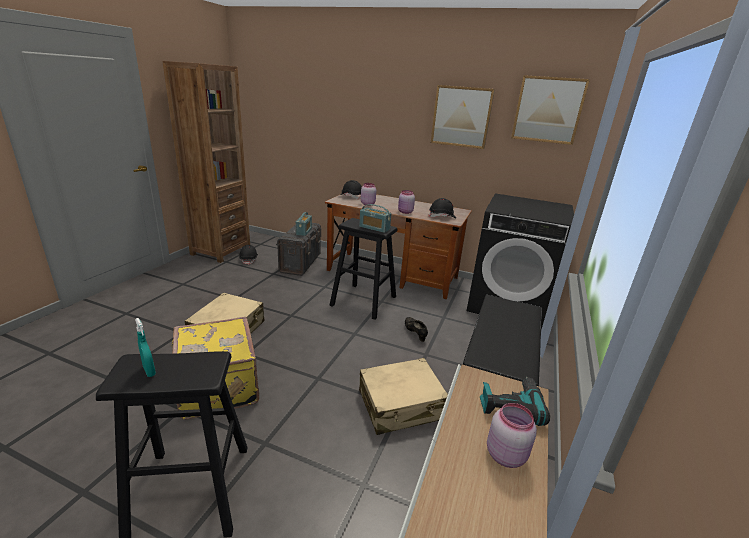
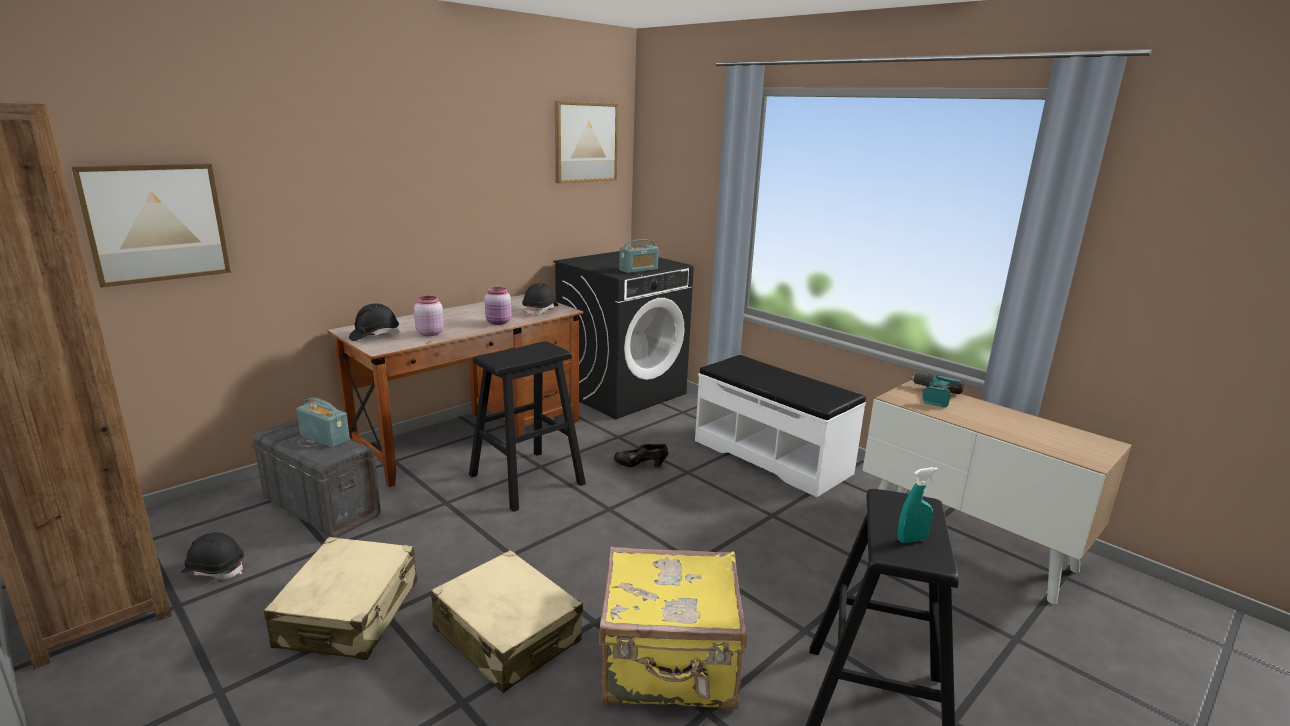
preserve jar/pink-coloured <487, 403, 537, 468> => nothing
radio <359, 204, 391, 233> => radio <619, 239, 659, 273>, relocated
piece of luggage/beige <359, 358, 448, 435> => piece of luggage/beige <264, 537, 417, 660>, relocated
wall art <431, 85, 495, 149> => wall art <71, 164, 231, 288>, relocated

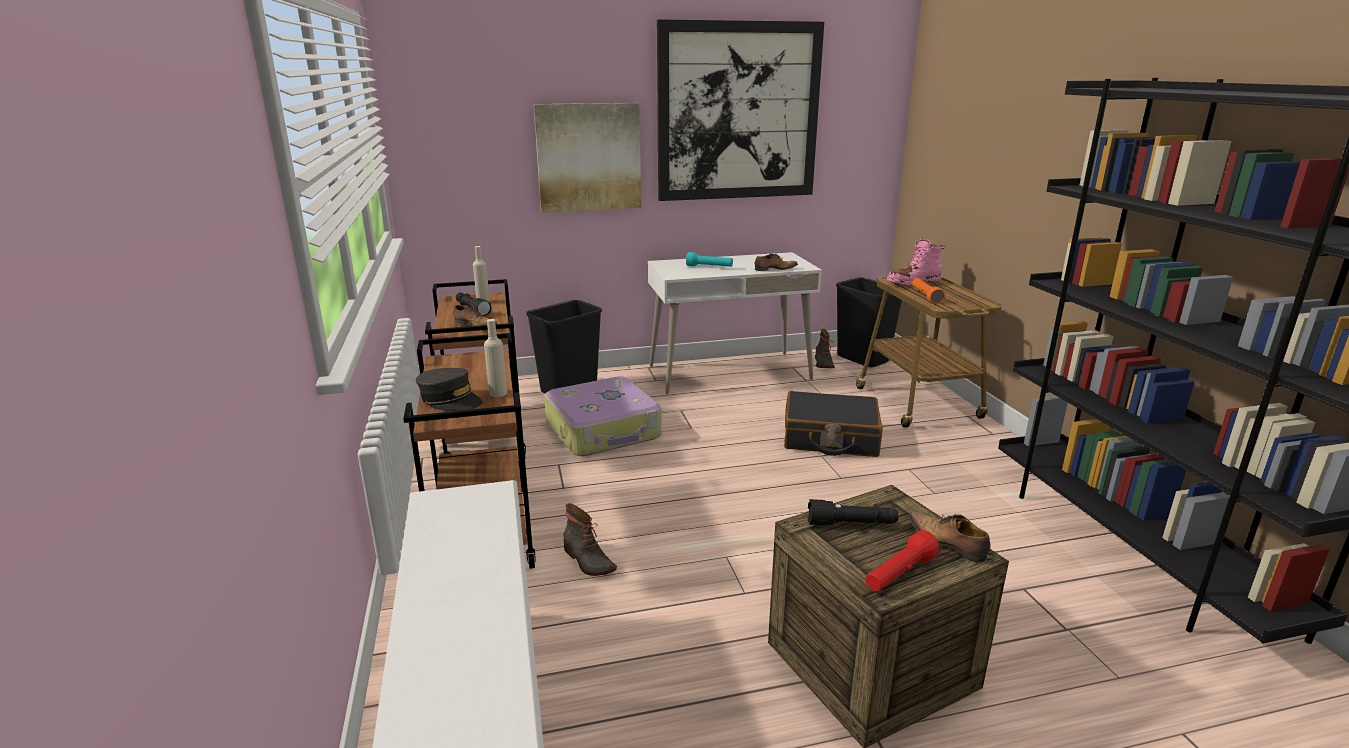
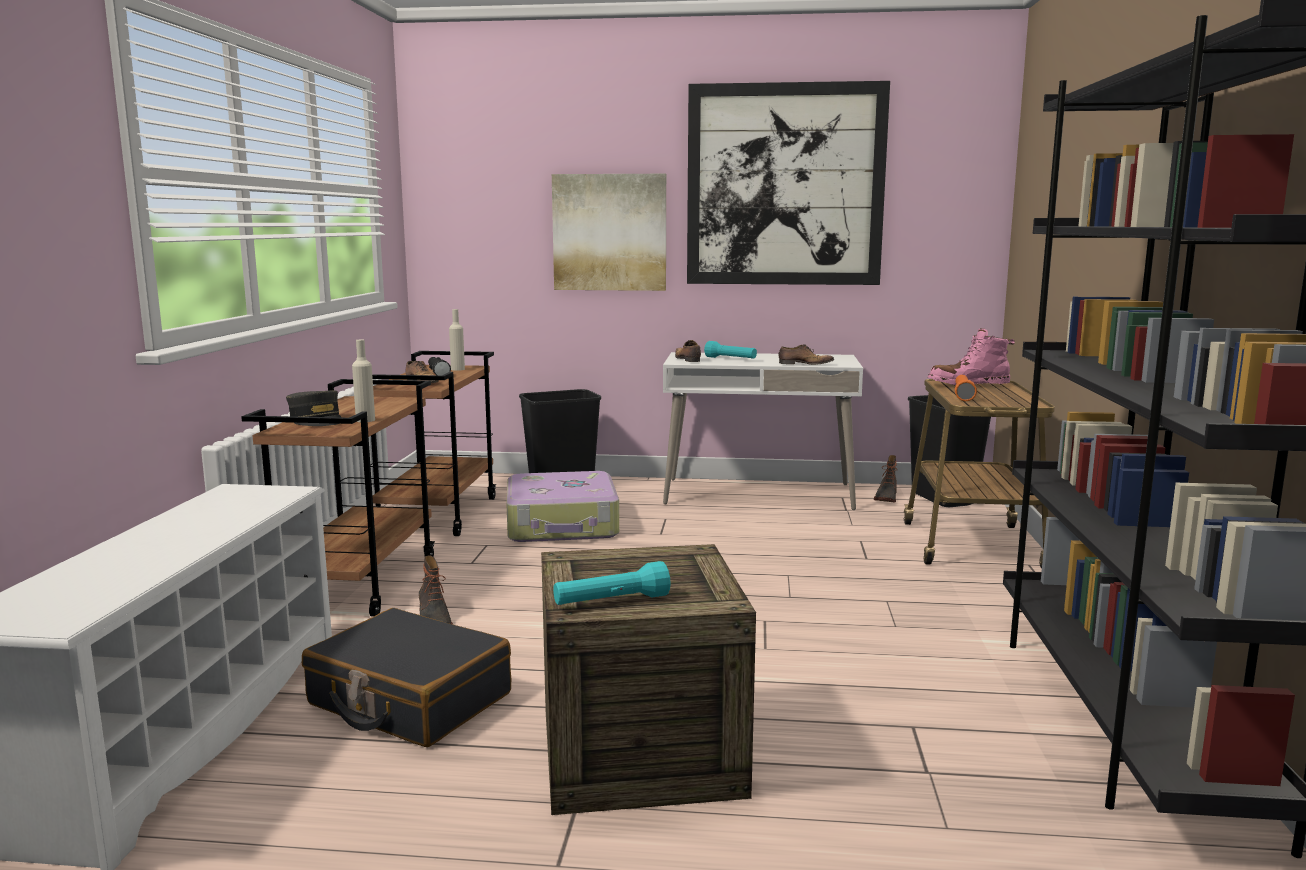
hand torch/black-coloured <808, 499, 898, 526> => nothing
piece of luggage/black-coloured <784, 391, 883, 457> => piece of luggage/black-coloured <302, 608, 511, 747>, relocated
item of footwear <908, 512, 991, 563> => item of footwear <675, 340, 701, 362>, relocated
hand torch/red <866, 530, 940, 591> => hand torch/turquoise <553, 561, 671, 605>

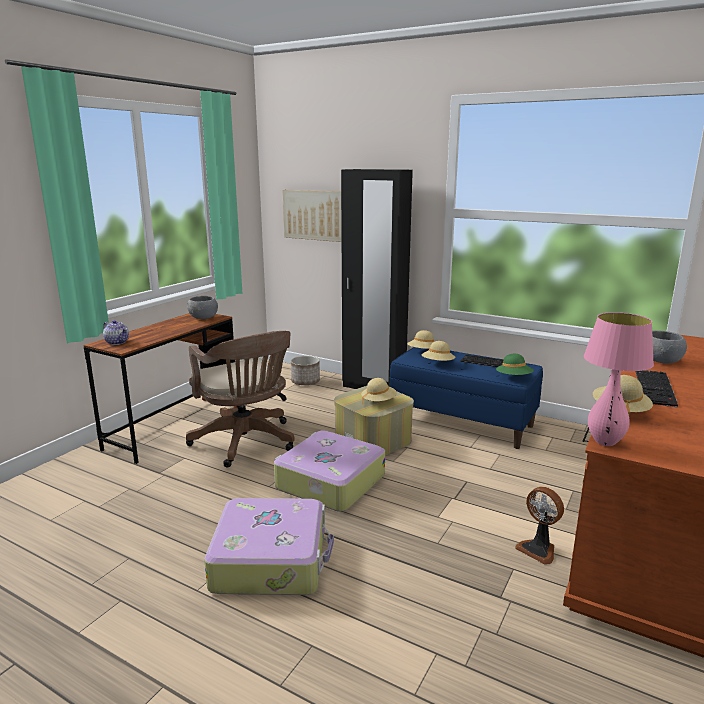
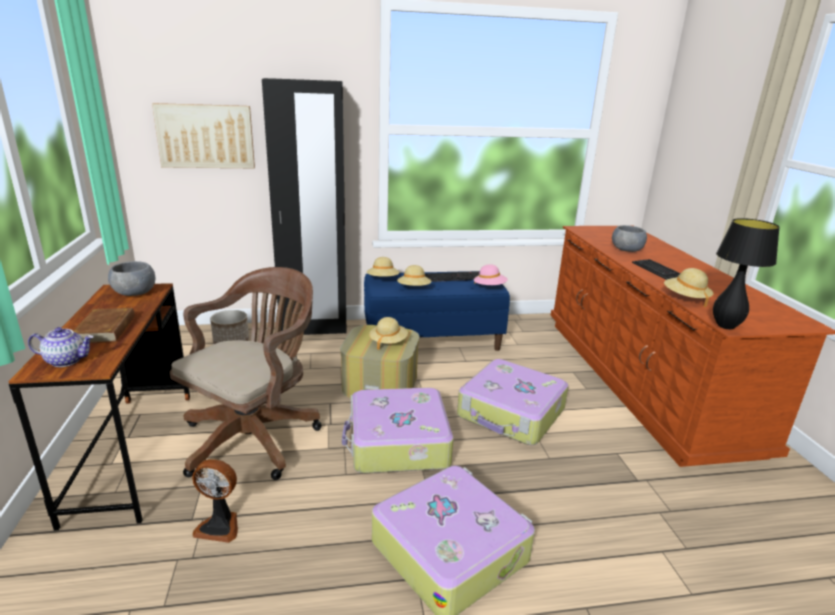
nothing => bound book/brownish <73, 308, 135, 343>
nothing => piece of luggage <457, 359, 569, 445>
cooling fan <515, 487, 564, 565> => cooling fan <192, 459, 238, 543>, relocated
clothing hat/green-coloured <496, 354, 534, 375> => clothing hat/pink-coloured <474, 264, 508, 285>
lamp for a table/pink-coloured <584, 312, 654, 446> => lamp for a table/black-coloured <713, 218, 780, 329>
computer chair/brownish <186, 331, 295, 468> => computer chair/brownish <170, 267, 322, 480>, 75 degrees counterclockwise

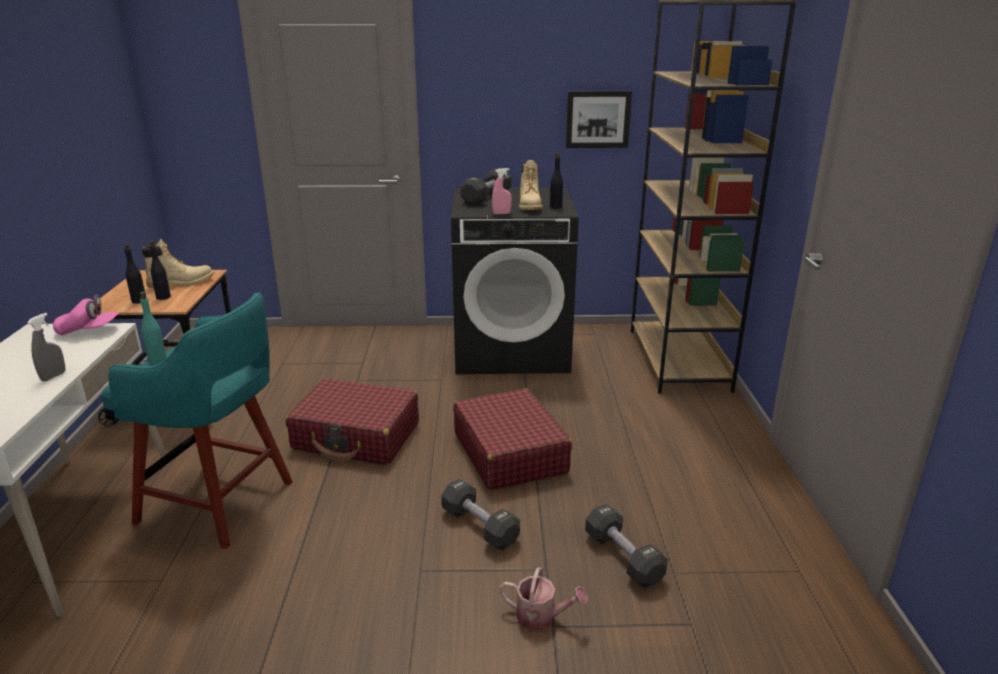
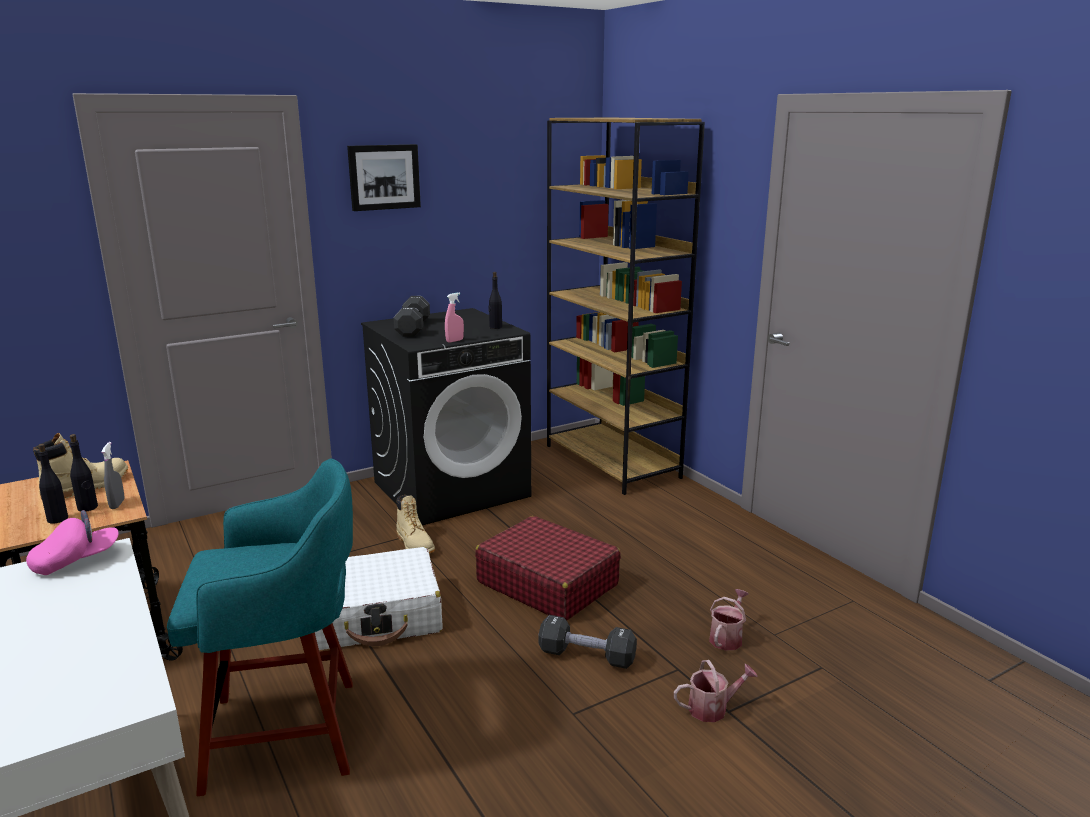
bottle/turquoise <140, 292, 167, 364> => nothing
spray bottle/greyish <27, 313, 65, 381> => spray bottle/greyish <102, 442, 125, 509>, relocated
boot/beige <519, 160, 542, 210> => boot/beige <396, 495, 435, 554>, relocated
wall art <566, 91, 632, 148> => wall art <347, 144, 421, 211>, relocated
dumbbell/black-coloured <585, 503, 668, 588> => watering can <709, 589, 749, 651>
piece of luggage/red <286, 378, 419, 465> => piece of luggage/white-coloured <315, 547, 443, 650>

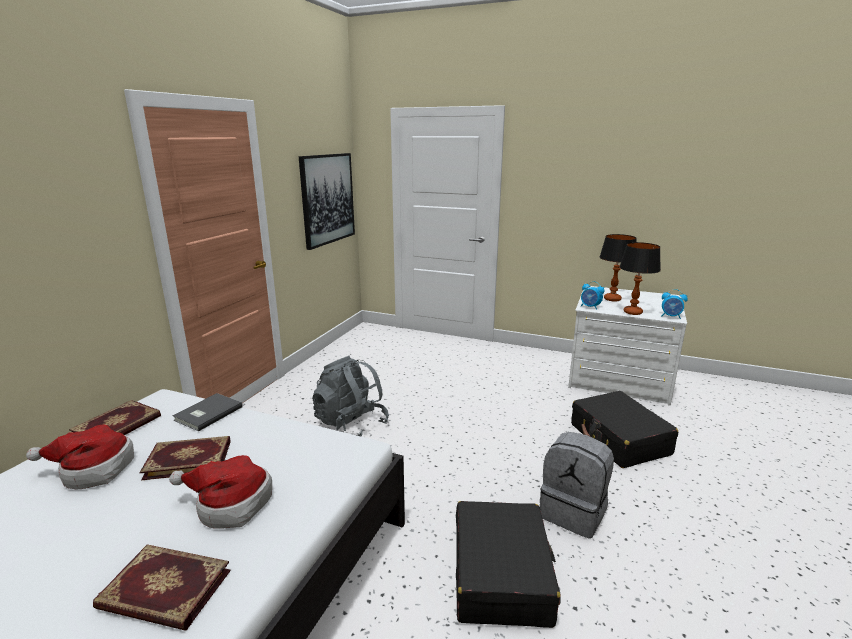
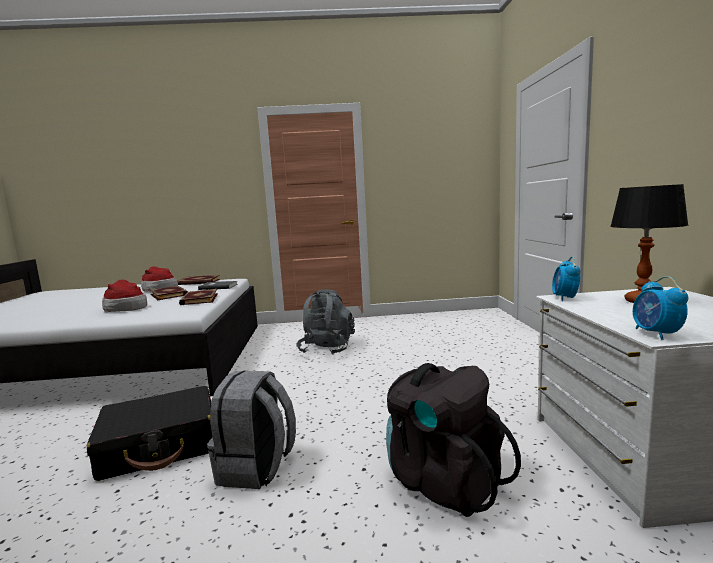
wall art <299, 153, 355, 250> => nothing
lamp for a table <619, 242, 661, 315> => nothing
bound book <93, 544, 231, 631> => bound book <179, 289, 218, 305>, relocated
piece of luggage/black-coloured <571, 391, 678, 468> => rucksack/black-coloured <386, 363, 521, 517>

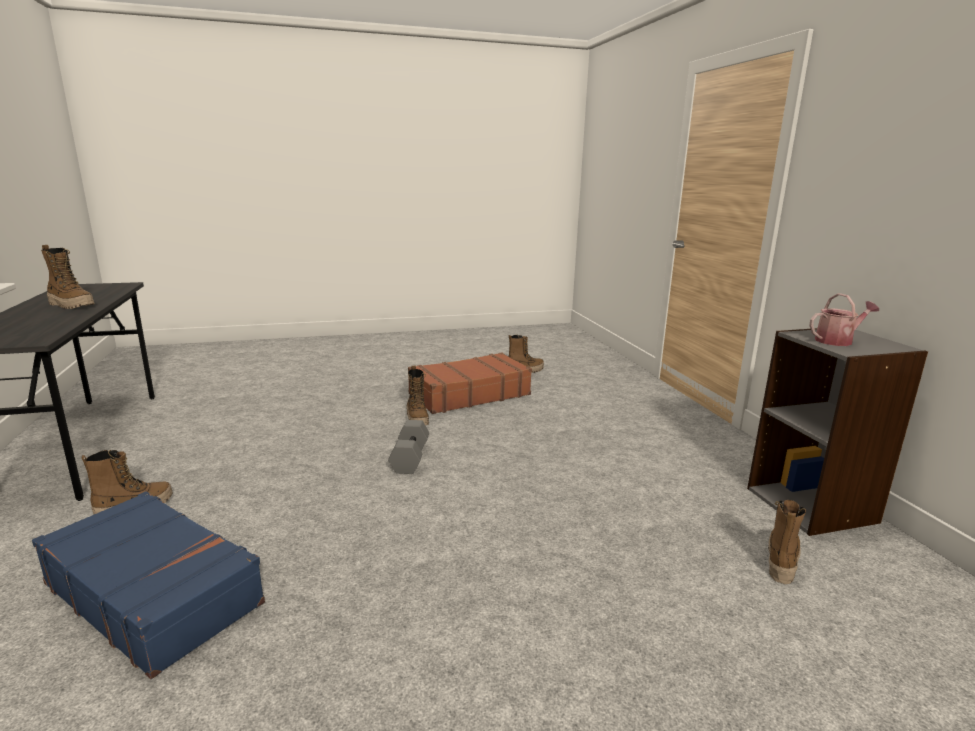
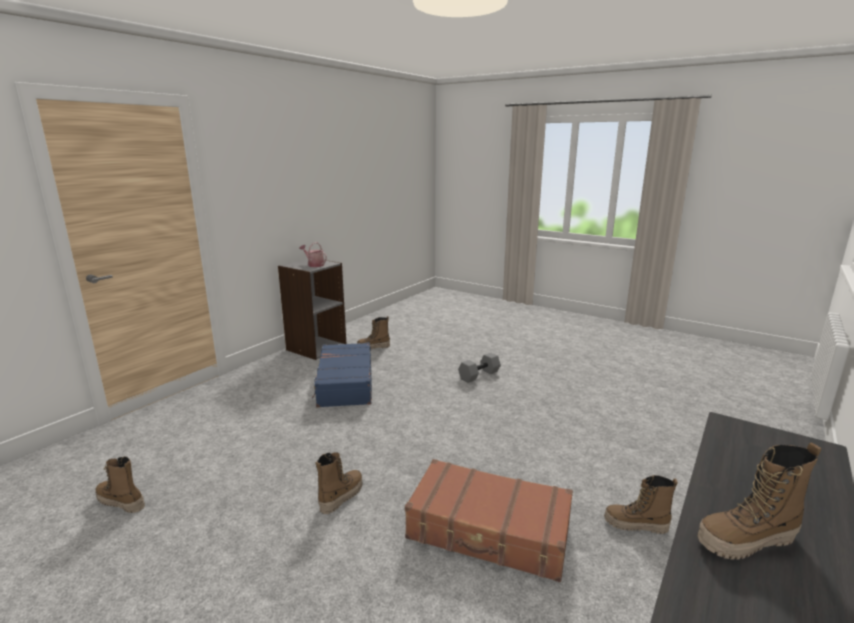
piece of luggage/blue-coloured <32, 492, 265, 679> => piece of luggage/blue-coloured <312, 342, 372, 408>, relocated
dumbbell/greyish <388, 420, 429, 474> => dumbbell/greyish <458, 353, 501, 383>, relocated
piece of luggage/brownish <408, 353, 532, 414> => piece of luggage/brownish <405, 459, 573, 582>, relocated
boot <41, 245, 94, 309> => boot <697, 442, 821, 560>, 90 degrees counterclockwise

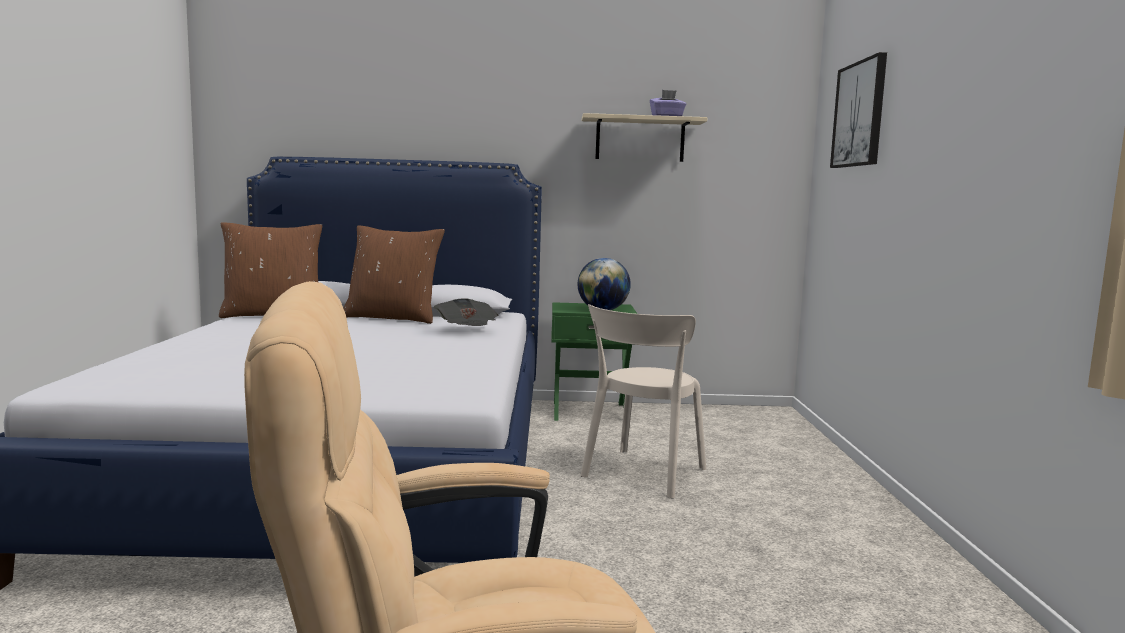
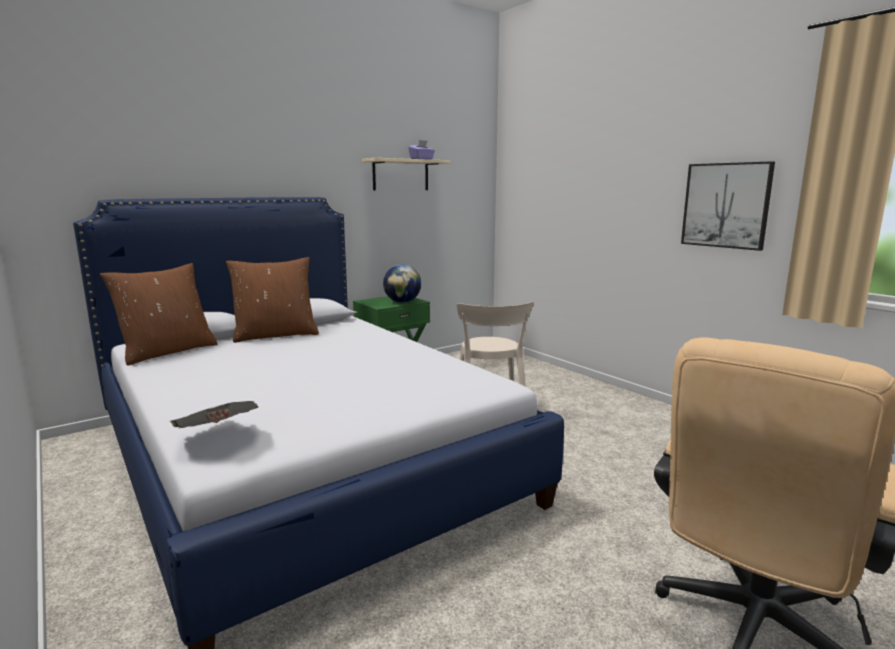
printed paper <434, 298, 498, 326> => printed paper <170, 401, 259, 428>, relocated
wall art <830, 52, 887, 168> => wall art <681, 161, 775, 251>, relocated

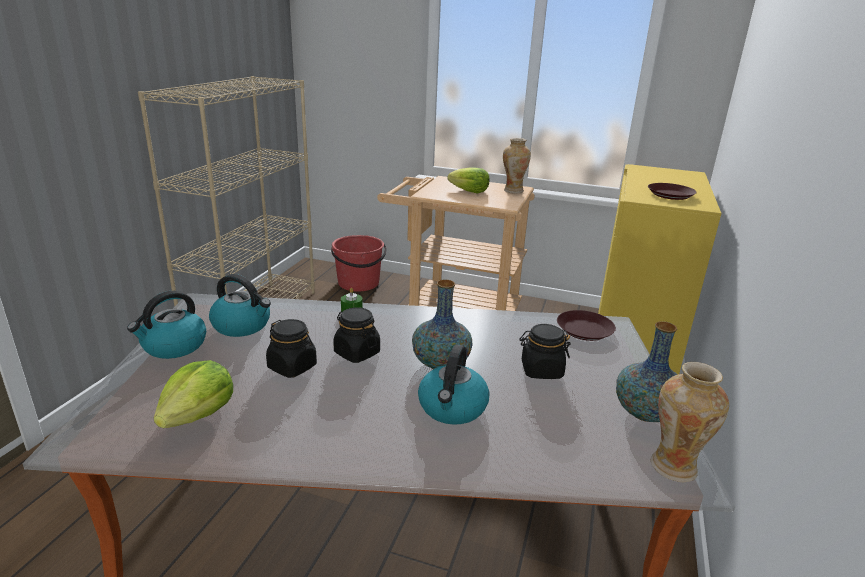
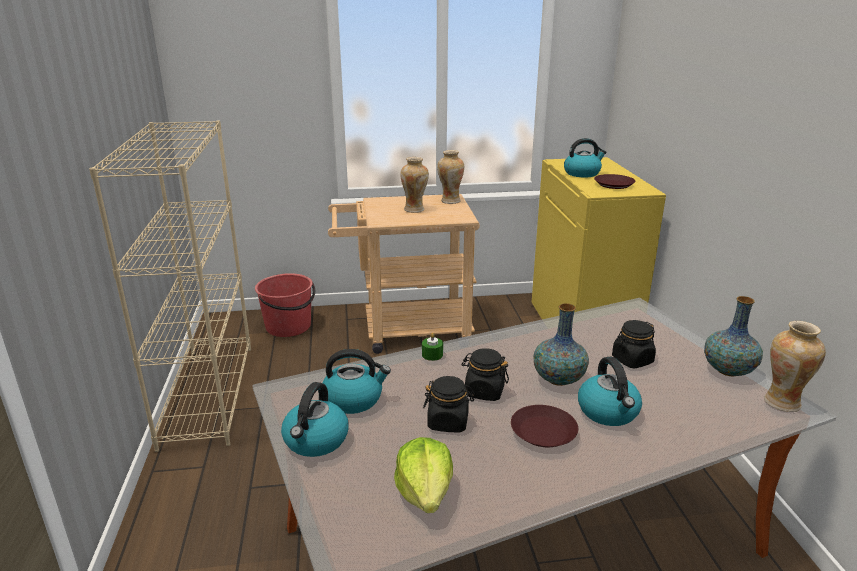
nothing => tea kettle <564, 138, 607, 178>
dinner plate/brownish <557, 310, 616, 341> => dinner plate/brownish <511, 405, 578, 447>, relocated
head of lettuce <448, 167, 490, 194> => flower vase <400, 157, 429, 213>

